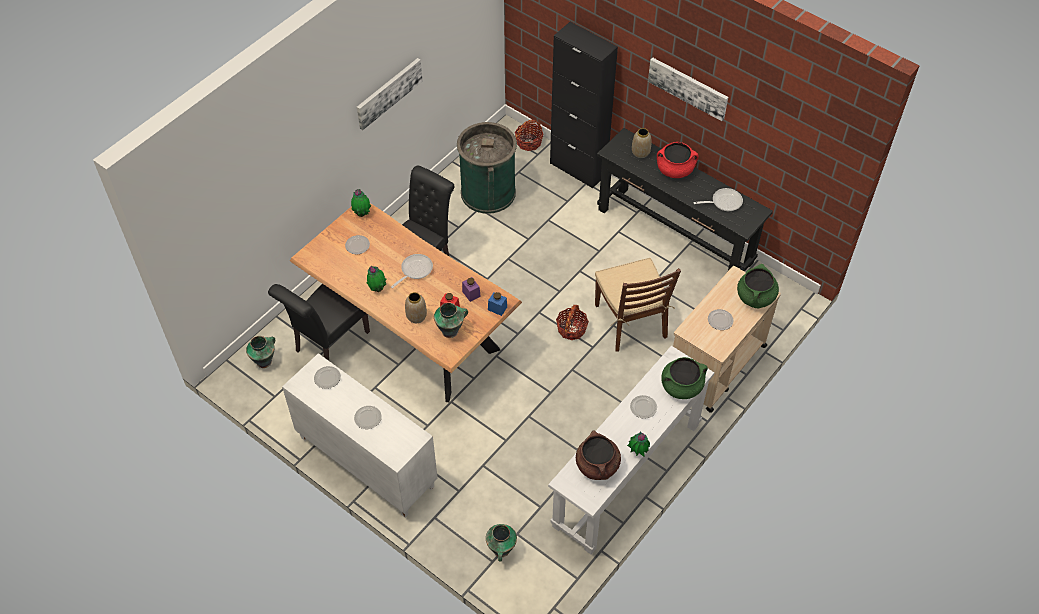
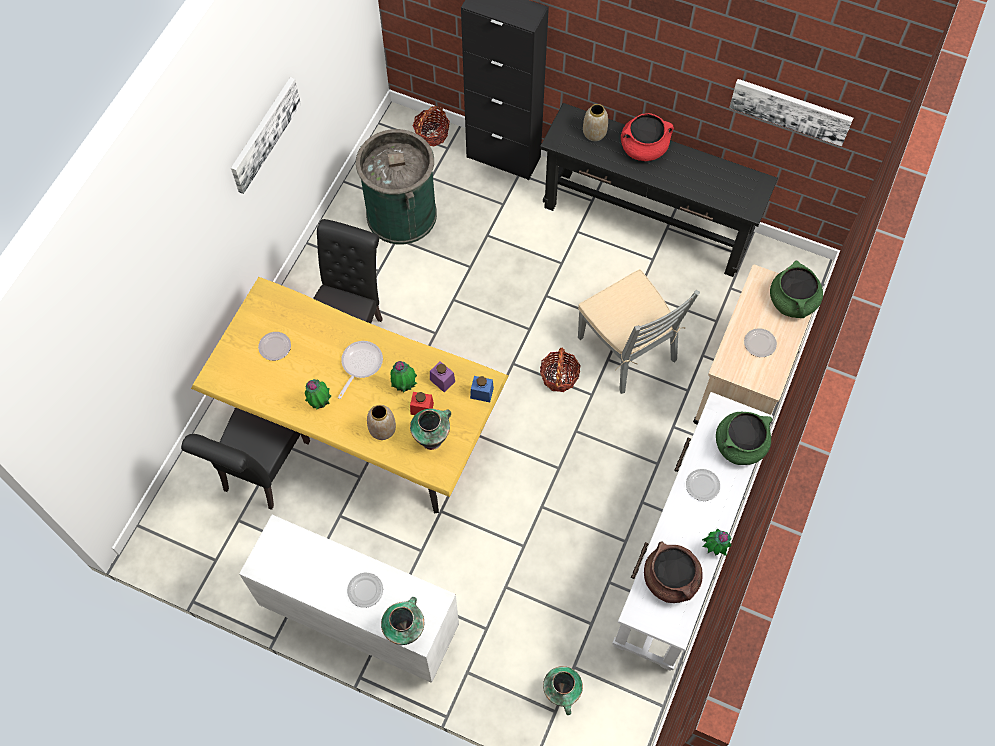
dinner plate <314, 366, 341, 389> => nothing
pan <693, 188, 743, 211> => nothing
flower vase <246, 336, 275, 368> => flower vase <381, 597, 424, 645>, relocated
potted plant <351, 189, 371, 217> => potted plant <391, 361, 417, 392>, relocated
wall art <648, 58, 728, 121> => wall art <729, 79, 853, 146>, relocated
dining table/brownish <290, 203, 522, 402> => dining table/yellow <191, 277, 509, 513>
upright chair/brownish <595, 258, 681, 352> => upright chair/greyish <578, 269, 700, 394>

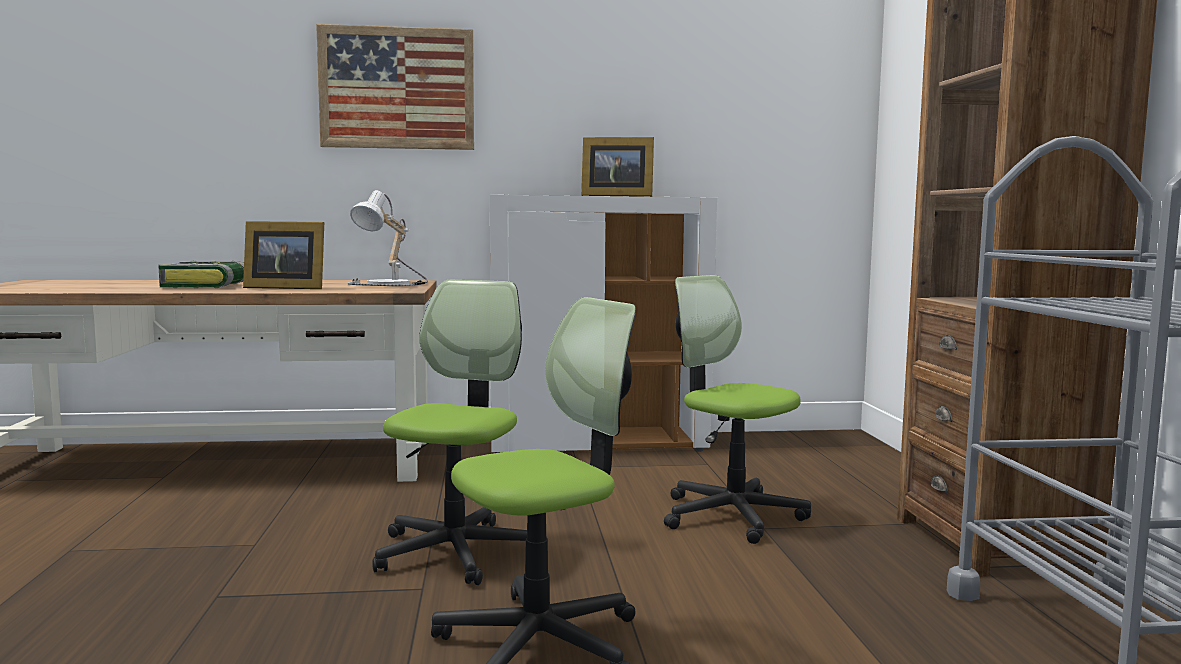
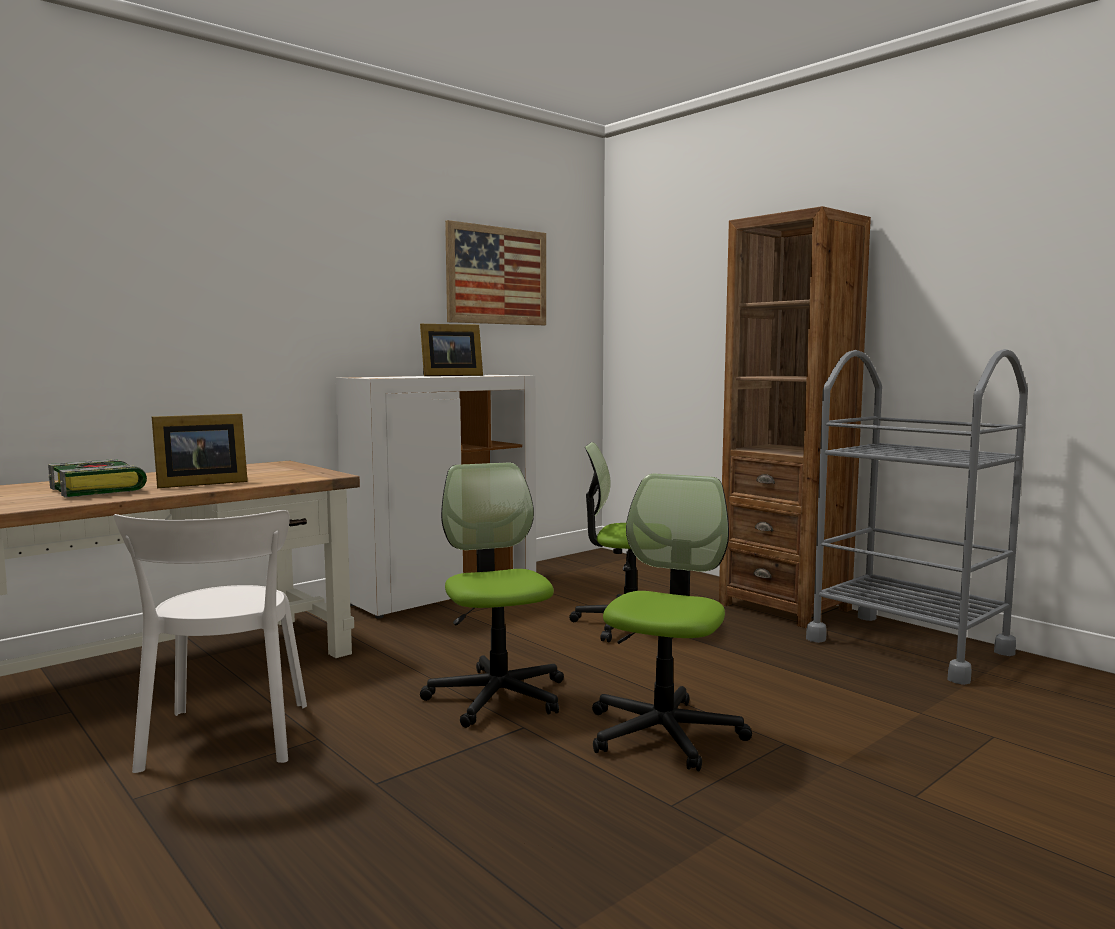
lamp for a table <348, 190, 428, 286> => nothing
nothing => upright chair/white-coloured <114, 510, 307, 773>
wall art <316, 24, 474, 150> => wall art <445, 220, 546, 325>, relocated

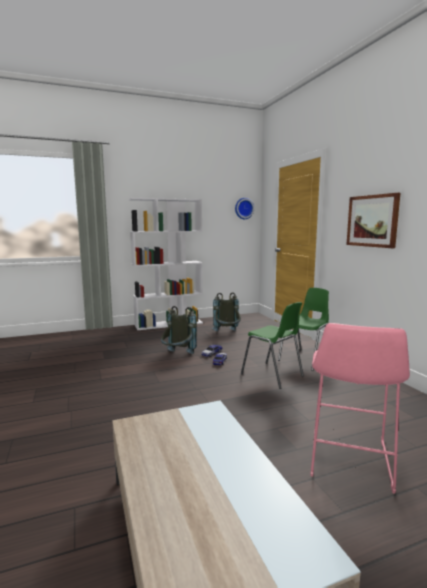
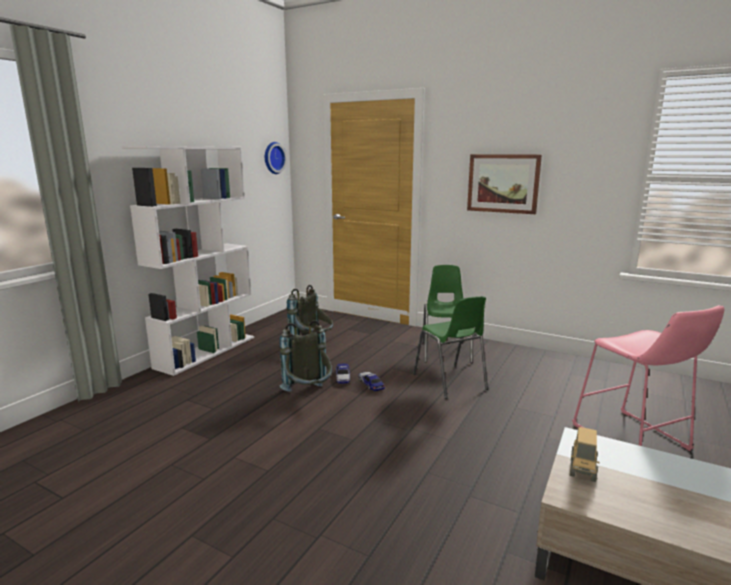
nothing => toy lorry <570, 427, 599, 482>
upright chair/green-coloured <241, 302, 304, 389> => upright chair/green-coloured <413, 296, 488, 399>, 60 degrees clockwise

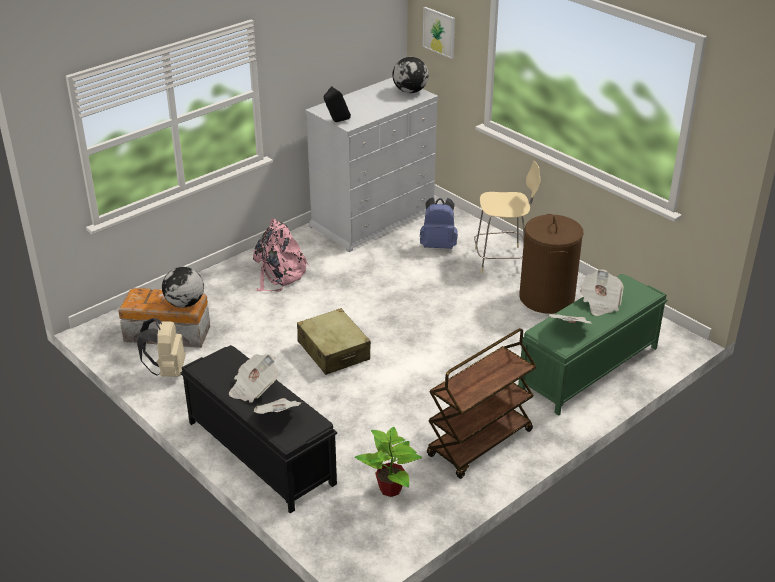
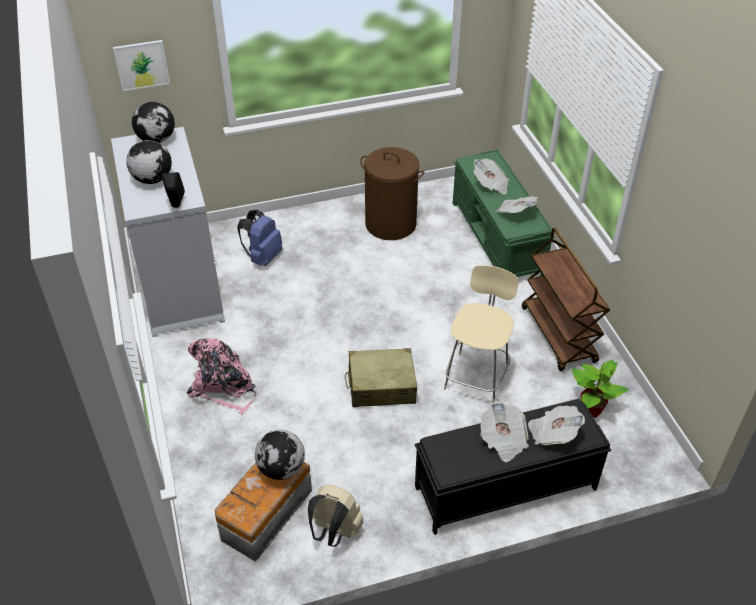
nothing => globe <126, 140, 172, 184>
upright chair/beige <474, 161, 541, 273> => upright chair/beige <444, 265, 519, 403>, relocated

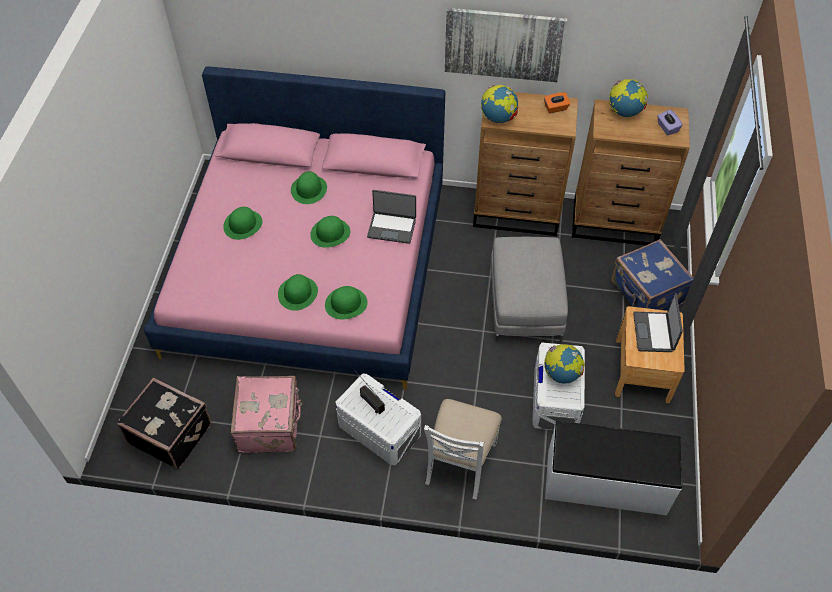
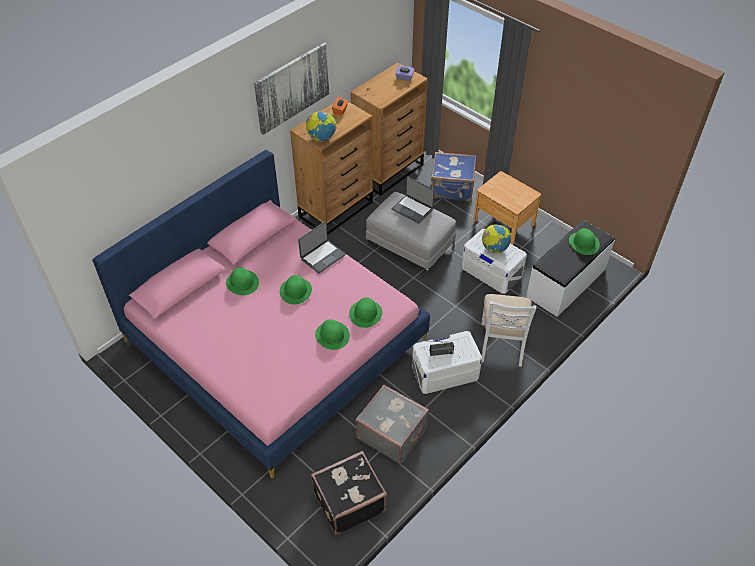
globe <609, 79, 648, 117> => nothing
clothing hat/green-coloured <223, 207, 262, 240> => clothing hat/green-coloured <569, 228, 600, 255>, relocated
portable computer <633, 293, 683, 352> => portable computer <392, 176, 435, 224>, relocated
piece of luggage/pink-coloured <231, 376, 303, 453> => piece of luggage/greyish <356, 385, 429, 464>
upright chair/white-coloured <424, 399, 502, 499> => upright chair/white-coloured <481, 294, 537, 367>, 45 degrees clockwise

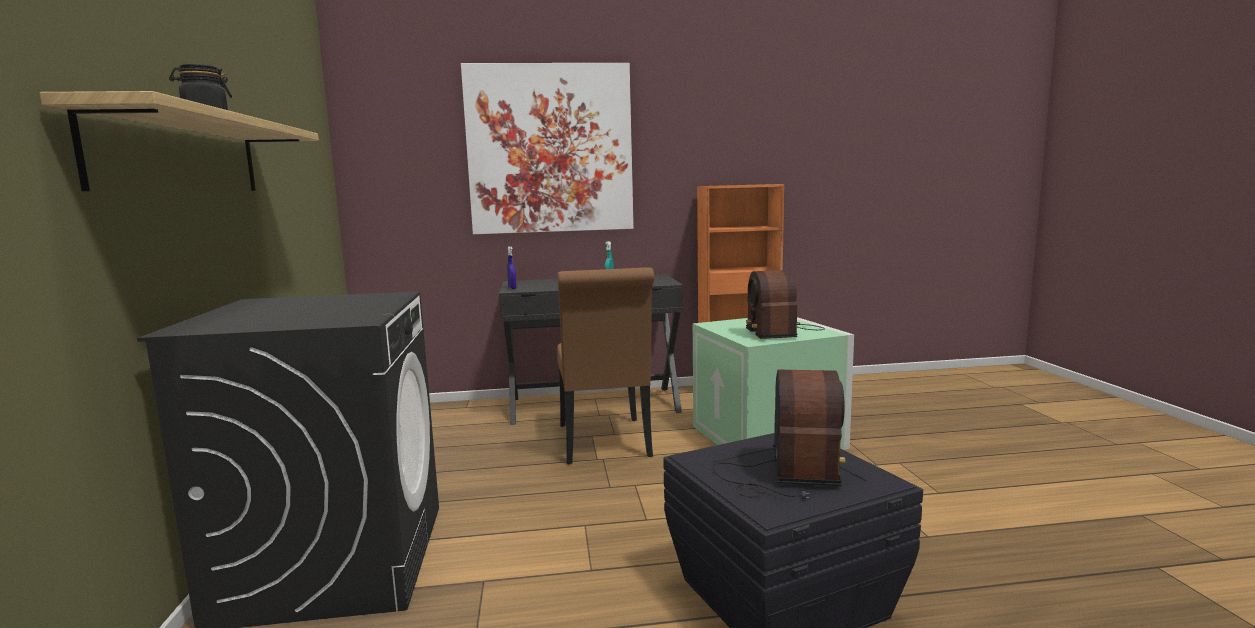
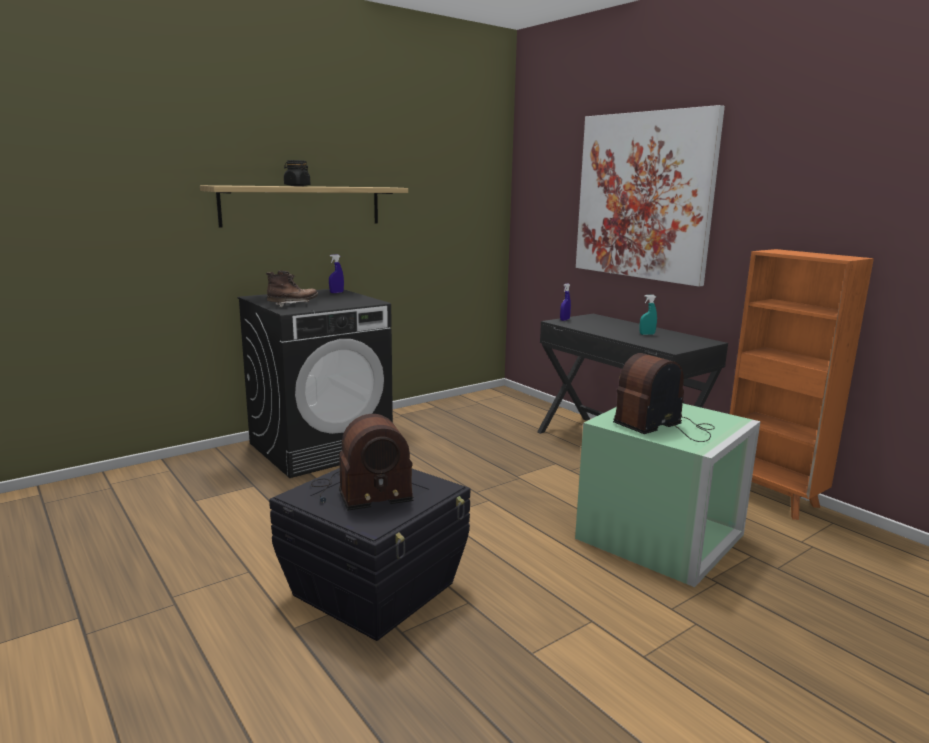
upright chair/brownish <557, 267, 654, 464> => nothing
nothing => boot/brownish <266, 270, 318, 307>
nothing => spray bottle/blue-coloured <329, 254, 344, 293>

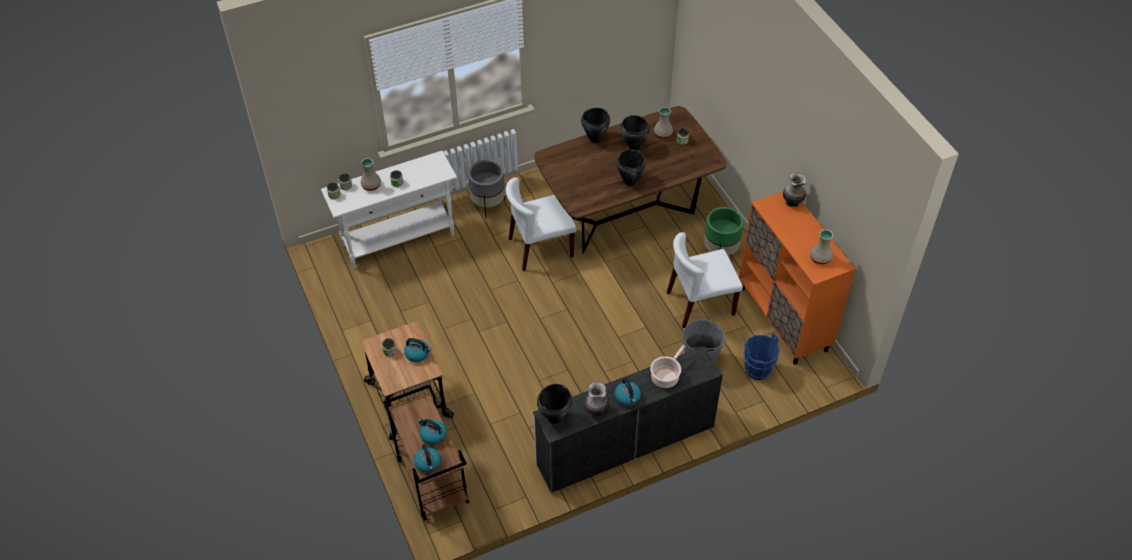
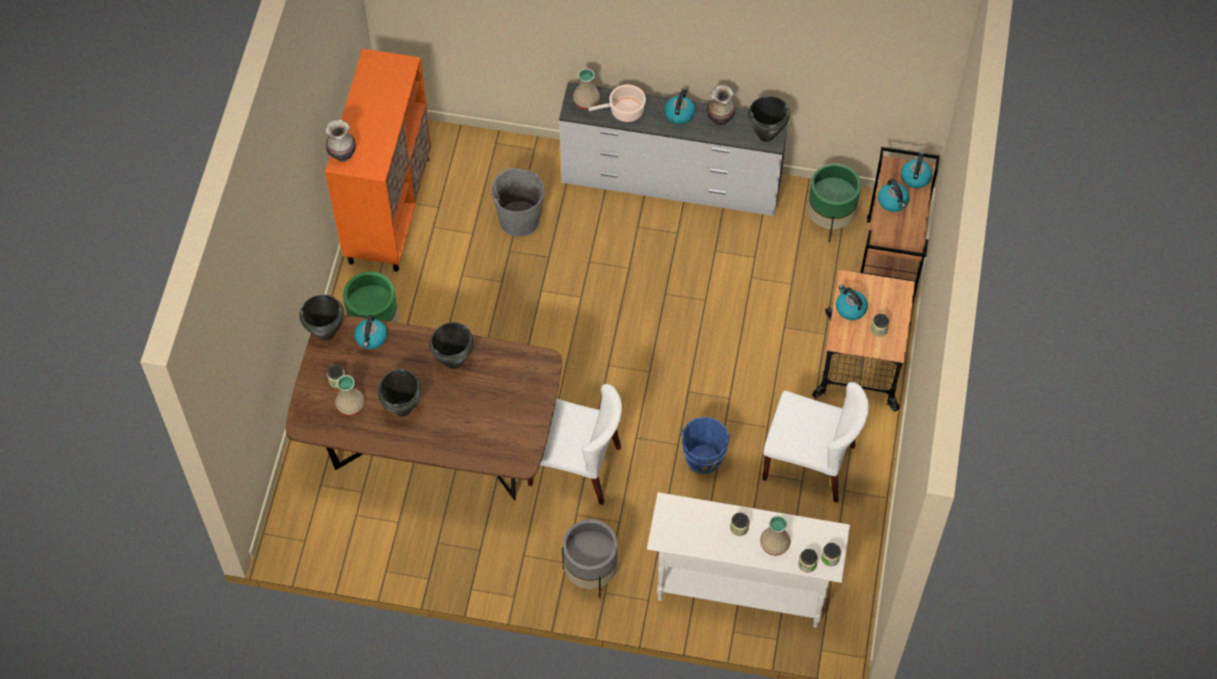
nothing => tea kettle <354, 315, 387, 349>
nothing => flower pot/green-coloured <807, 163, 861, 242>
cooking pot/black-coloured <581, 108, 610, 143> => cooking pot/black-coloured <299, 295, 344, 341>, relocated
upright chair/white-coloured <667, 232, 743, 328> => upright chair/white-coloured <763, 382, 869, 503>, relocated
bucket/blue-coloured <744, 334, 780, 380> => bucket/blue-coloured <682, 417, 730, 475>, relocated
flower vase/beige <810, 229, 833, 265> => flower vase/beige <573, 68, 600, 110>, relocated

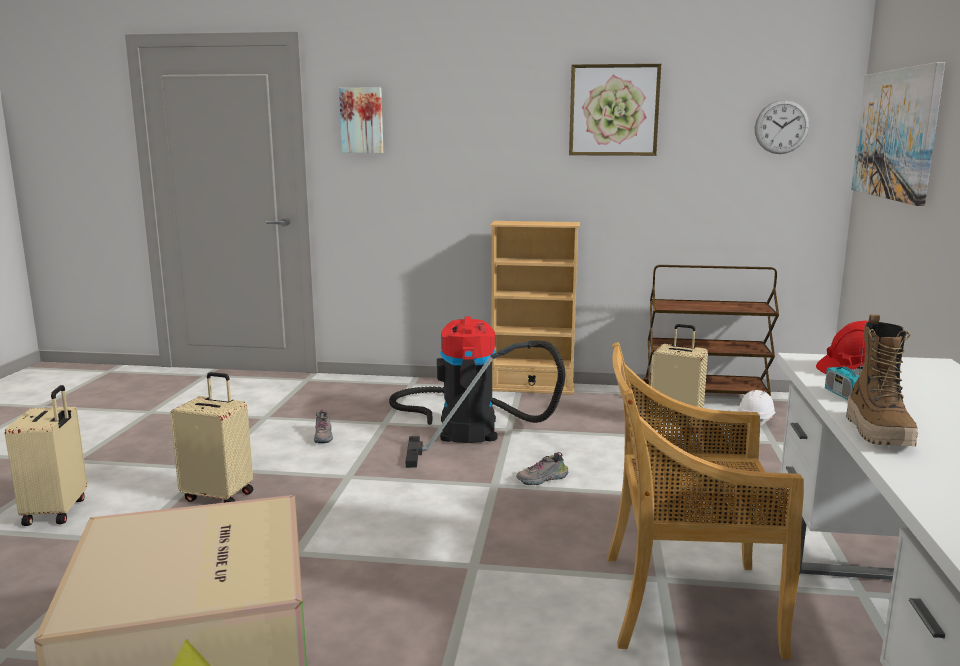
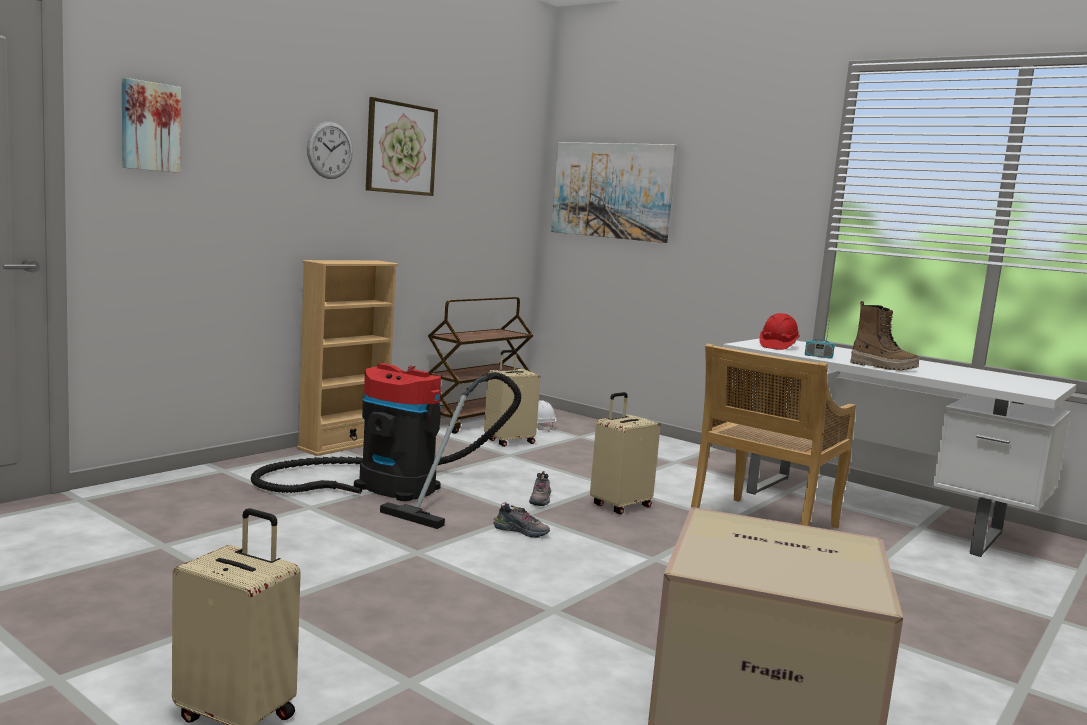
piece of luggage/beige <170, 372, 253, 503> => piece of luggage/beige <590, 392, 661, 515>, relocated
item of footwear <314, 410, 333, 443> => item of footwear <493, 502, 550, 538>, relocated
hanging clock <755, 100, 810, 154> => hanging clock <307, 122, 353, 179>, relocated

